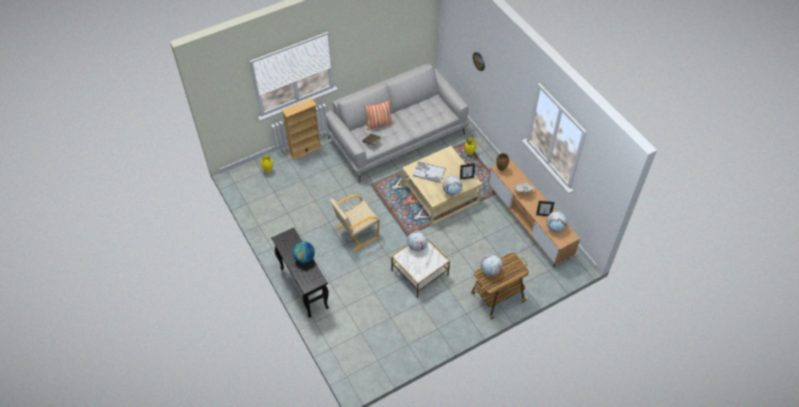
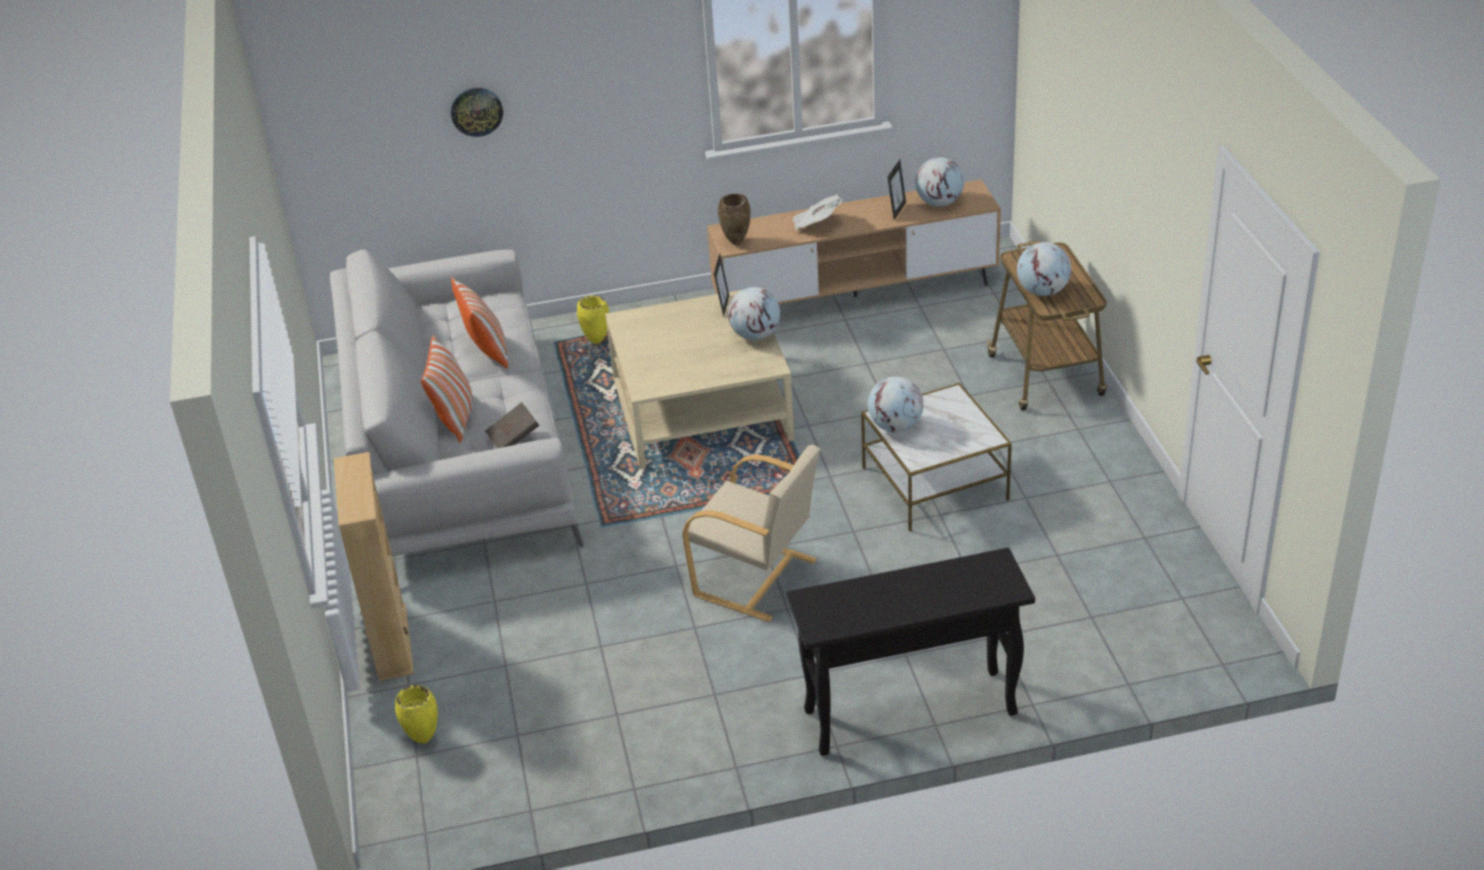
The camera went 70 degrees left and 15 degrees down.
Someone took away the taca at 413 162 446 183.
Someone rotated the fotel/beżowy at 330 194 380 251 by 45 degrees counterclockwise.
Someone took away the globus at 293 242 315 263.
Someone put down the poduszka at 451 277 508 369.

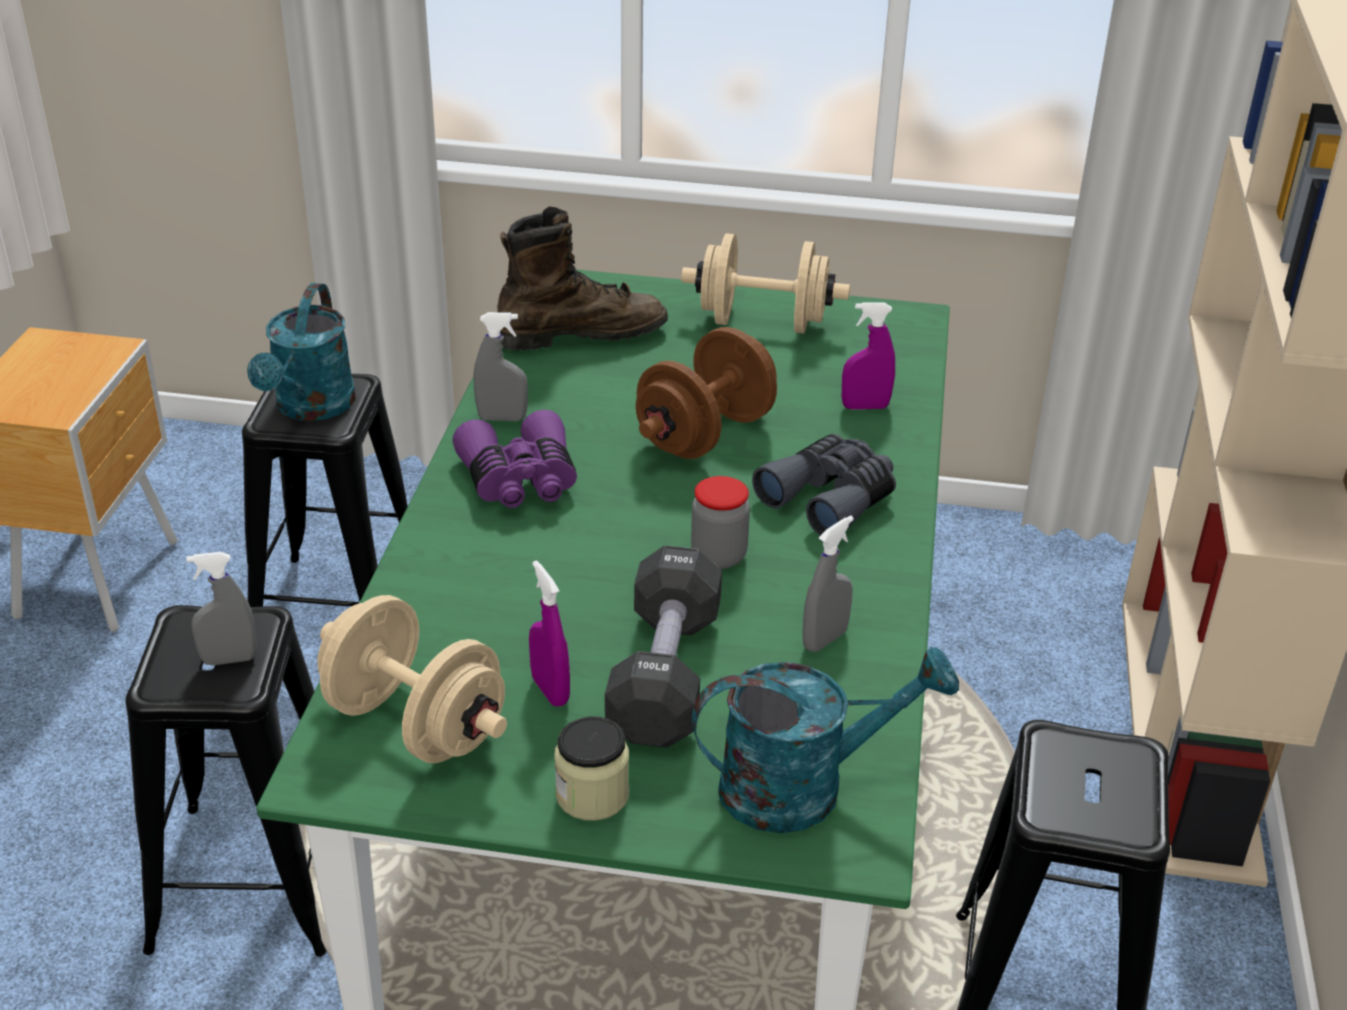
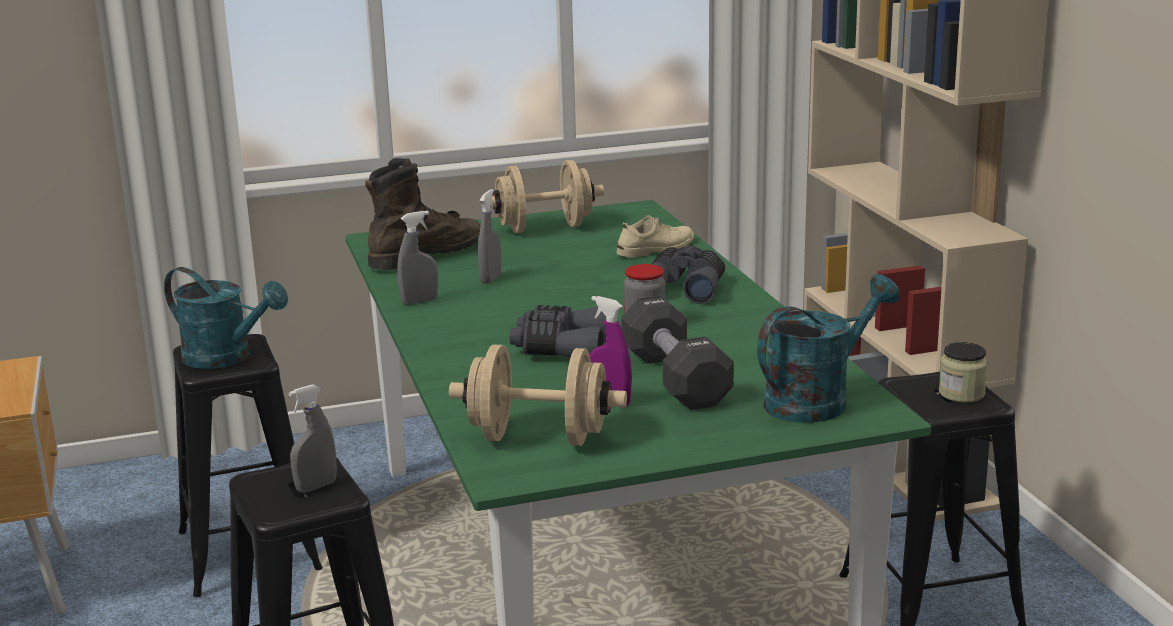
The camera went 25 degrees left and 15 degrees down.
Someone rotated the konewka/turkusowy at 247 283 356 421 by 45 degrees counterclockwise.
Someone swapped the spryskiwacz/fioletowy at 842 302 895 410 for the but/beżowy at 617 216 694 258.
Someone took away the hantel/brązowy at 636 327 777 459.
Someone took away the lornetka/fioletowy at 453 410 577 508.
Someone carried the spryskiwacz/szary from 802 515 854 652 to 478 189 501 284.
Someone carried the słoik from 554 717 629 821 to 939 342 988 402.
Someone put down the lornetka/szary at 510 305 606 358.

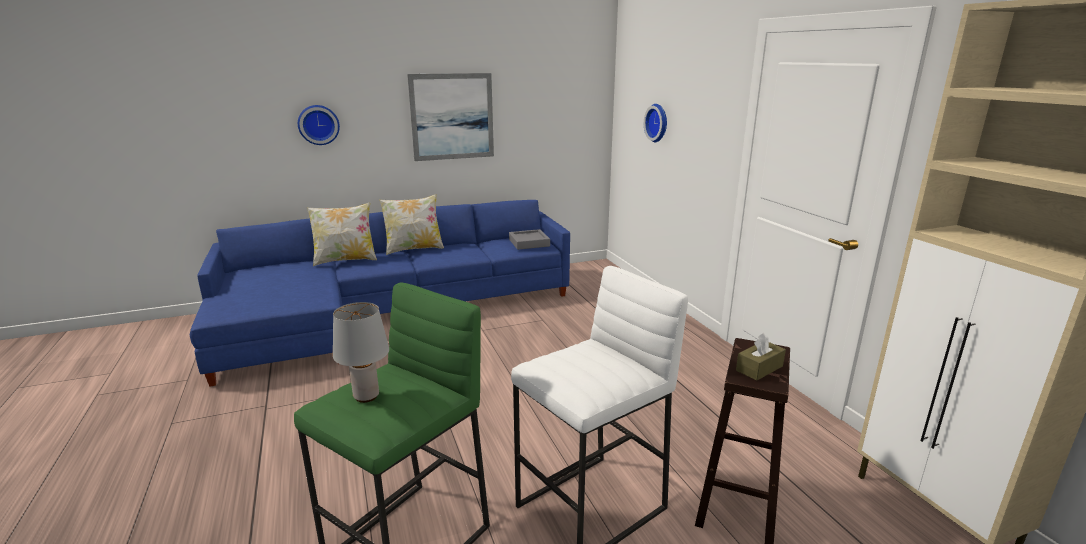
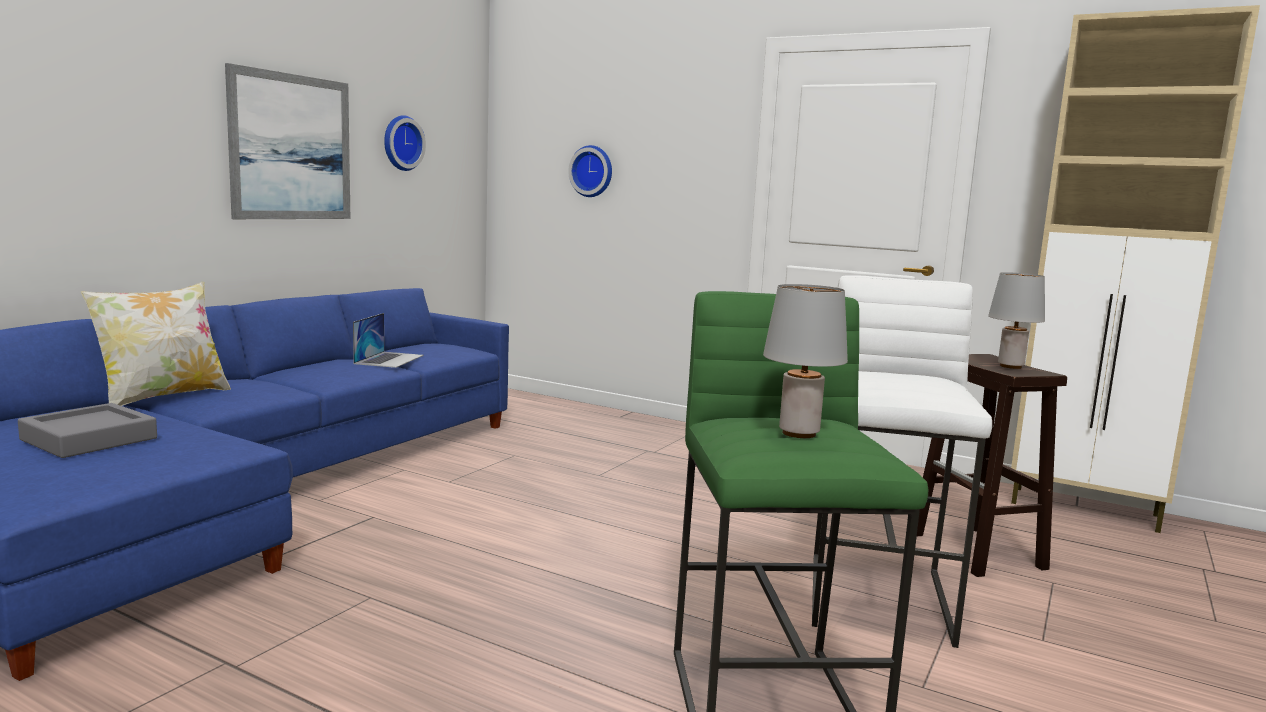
The camera went 40 degrees left and 10 degrees down.
Someone carried the zegar ścienny from 298 105 340 145 to 384 115 426 171.
Someone took away the poduszka at 379 194 444 255.
Someone carried the taca/szary from 509 229 550 250 to 18 403 157 458.
Someone swapped the pudełko chusteczek/brązowy at 736 333 786 381 for the lampa stołowa/szary at 988 272 1045 369.
Someone put down the laptop at 353 313 424 368.

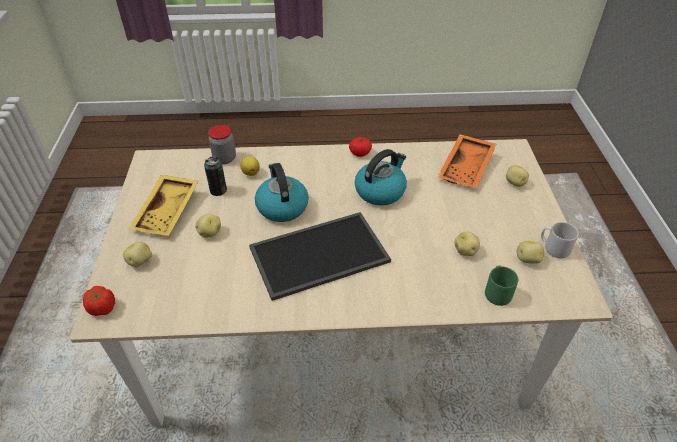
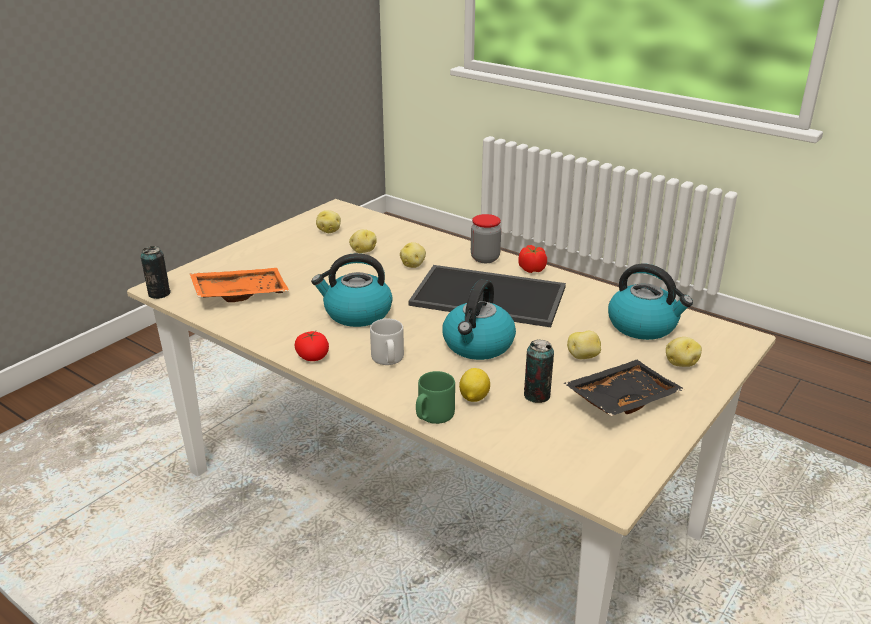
The camera went 140 degrees left and 15 degrees down.
Someone carried the słoik from 208 125 236 164 to 471 214 501 263.
Someone carried the ziemniak from 506 165 529 187 to 400 242 426 268.
Someone repainted the taca/żółty at 129 175 198 236, which became the taca/czarny at 564 360 685 416.
Someone carried the kubek/szary from 541 222 579 258 to 370 319 404 365.
Someone carried the kubek/zielony from 485 265 518 306 to 416 371 455 424.
Someone carried the pomidor from 83 286 115 316 to 518 245 547 273.
Someone put down the puszka at 141 246 171 299.
Someone put down the czajnik at 608 264 693 340.

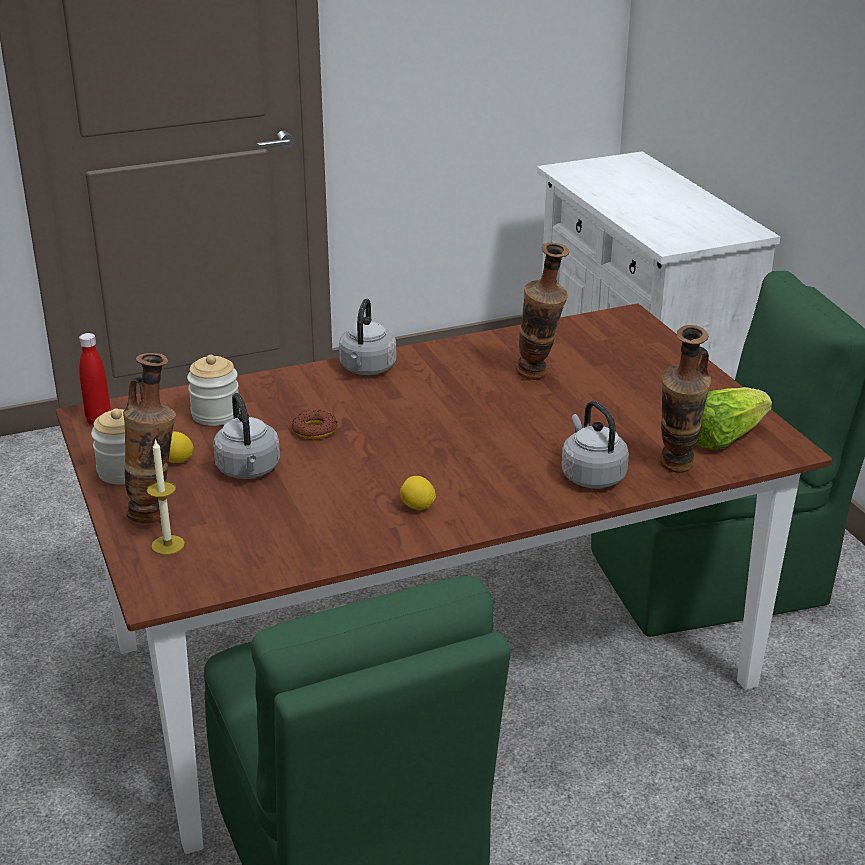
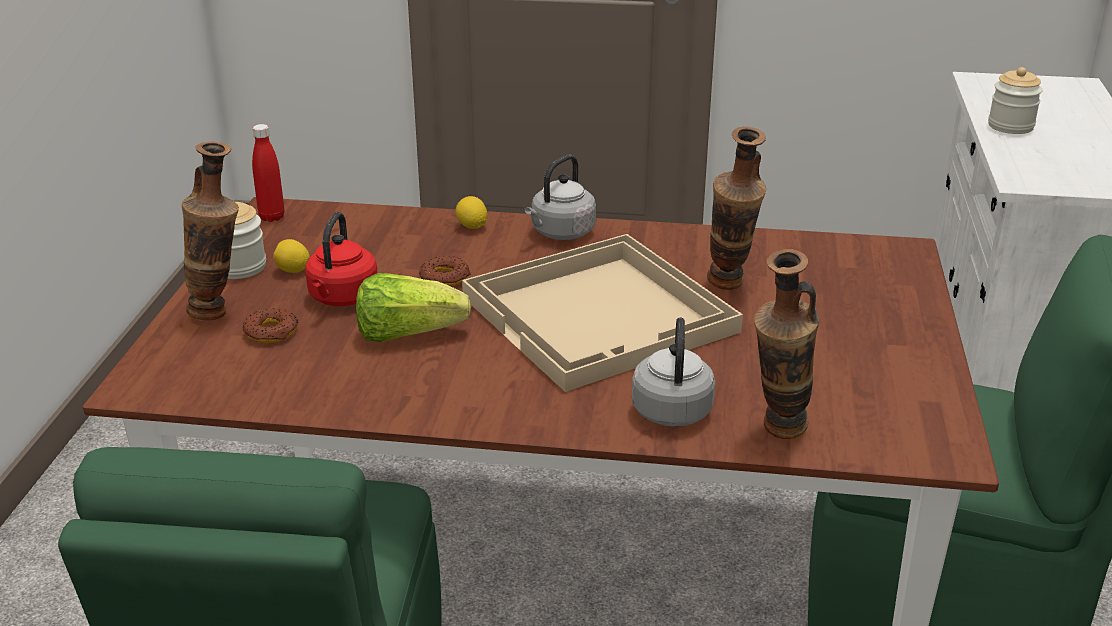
The camera went 30 degrees right and 0 degrees up.
Someone carried the słoik from 187 355 240 426 to 988 67 1043 134.
Someone carried the sałata from 697 387 772 450 to 356 273 471 342.
Someone repainted the czajnik/szary at 213 393 280 479, which became the czajnik/czerwony at 305 212 378 306.
Someone took away the świeca at 147 439 185 555.
Someone carried the cytryna from 400 476 436 510 to 456 196 488 229.
Someone put down the taca/beżowy at 462 234 743 392.
Someone put down the donut at 243 309 298 343.

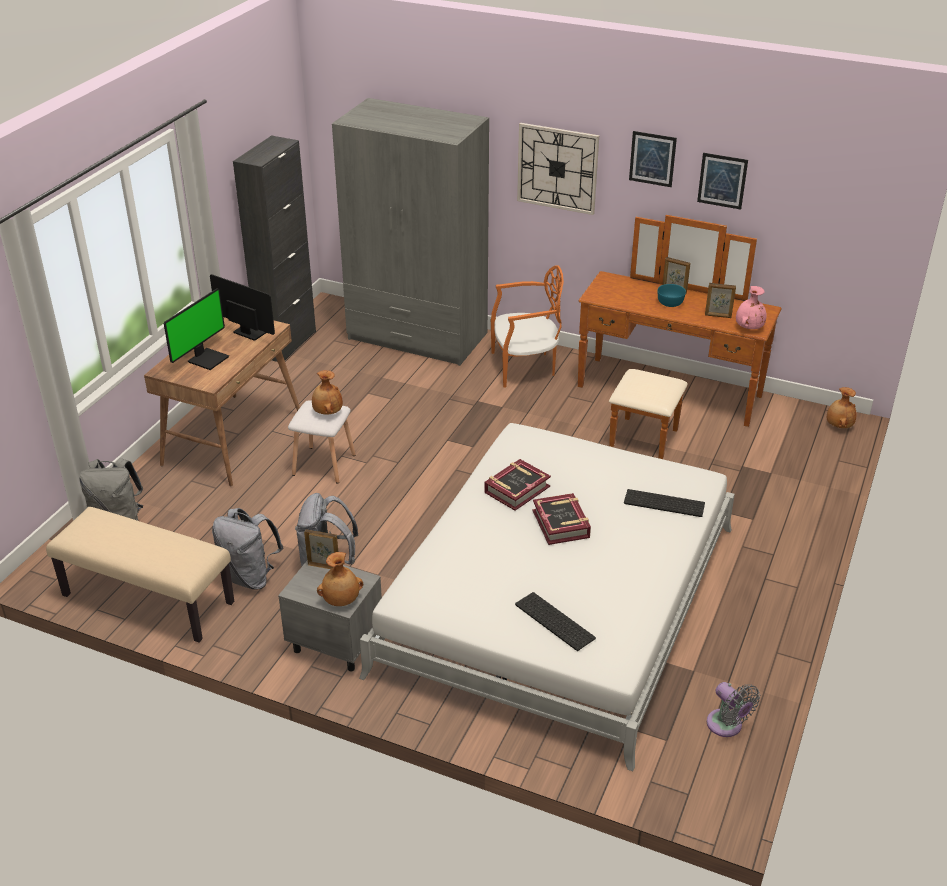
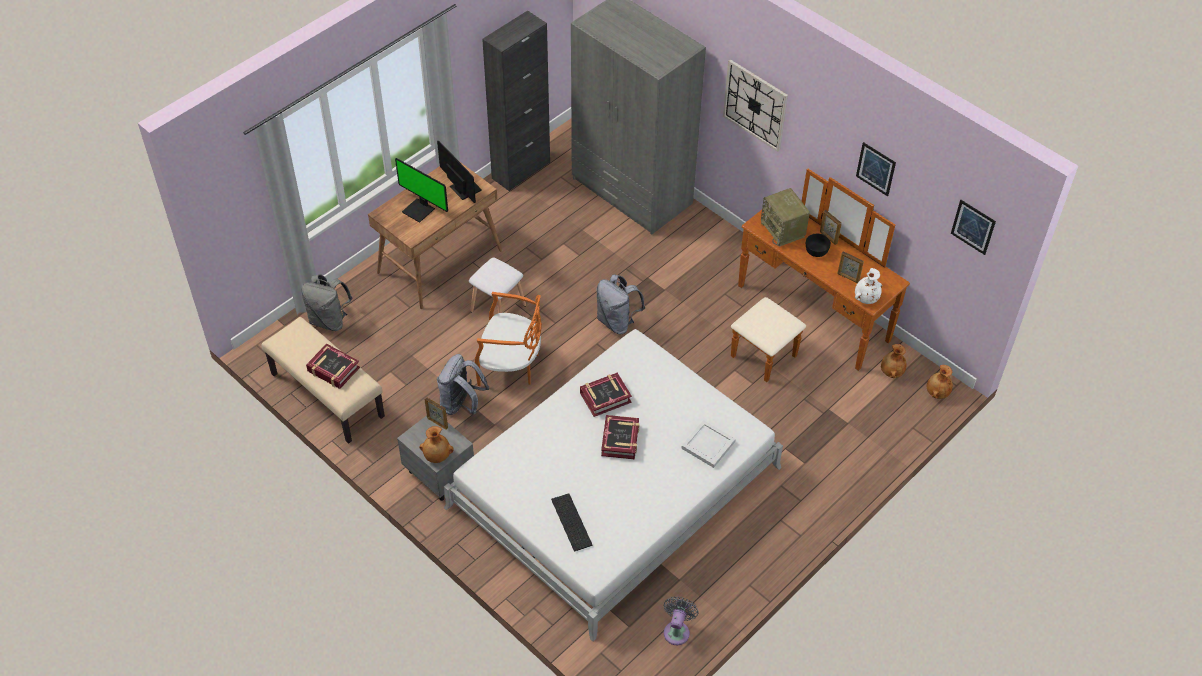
The camera went 20 degrees right and 15 degrees up.
Someone carried the obraz from 629 131 677 187 to 951 200 996 255.
Someone carried the krzesło/pomarańczowy from 491 265 564 388 to 475 292 542 386.
Someone repainted the miska/turkusowy at 657 284 686 307, which became the miska/czarny at 806 234 831 257.
Someone repainted the wazon/różowy at 736 286 767 329, which became the wazon/biały at 855 268 882 304.
Someone rotated the monitor at 164 288 229 370 by 75 degrees clockwise.
Someone carried the wazon/brązowy from 312 370 343 415 to 881 344 906 378.
Someone swapped the klawiatura at 624 489 705 517 for the taca/biały at 681 420 736 468.
Someone carried the plecak/szary from 212 508 283 590 to 596 274 645 334.
Someone rotated the wentylator/szary at 707 682 760 737 by 150 degrees counterclockwise.
Someone put down the radio at 761 188 810 247.
Someone put down the książka at 306 344 360 389.

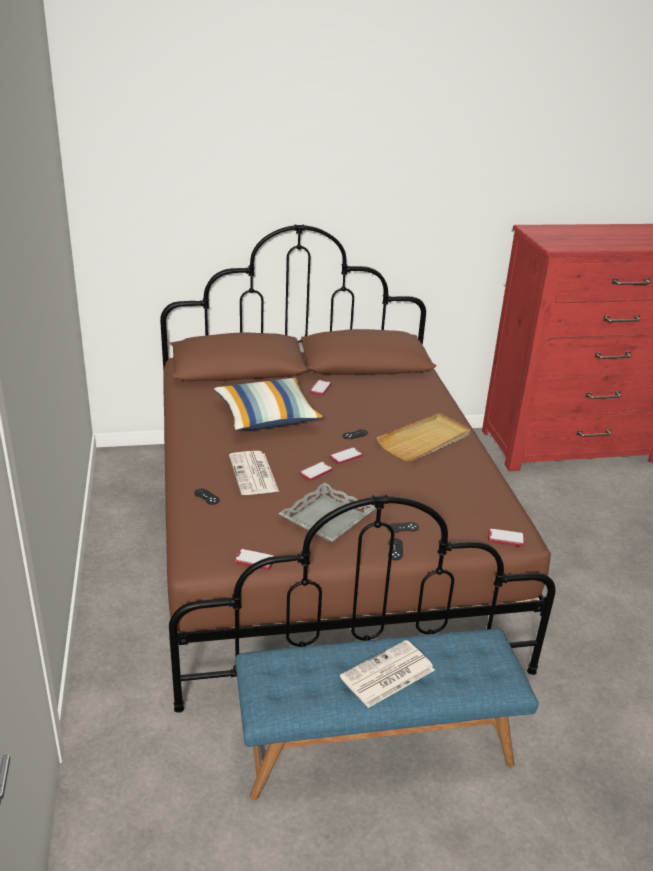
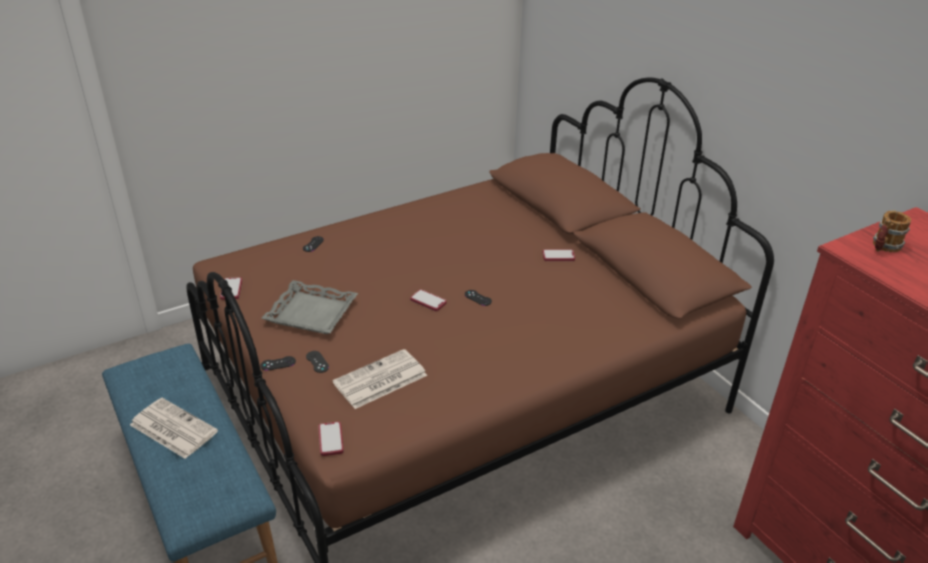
The camera went 70 degrees right and 5 degrees up.
Someone took away the poduszka at 214 378 324 431.
Someone took away the taca/beżowy at 377 413 470 461.
Someone carried the gazeta from 229 451 279 495 to 333 349 427 409.
Someone took away the telefon at 300 462 333 481.
Someone put down the kubek at 873 211 911 252.

